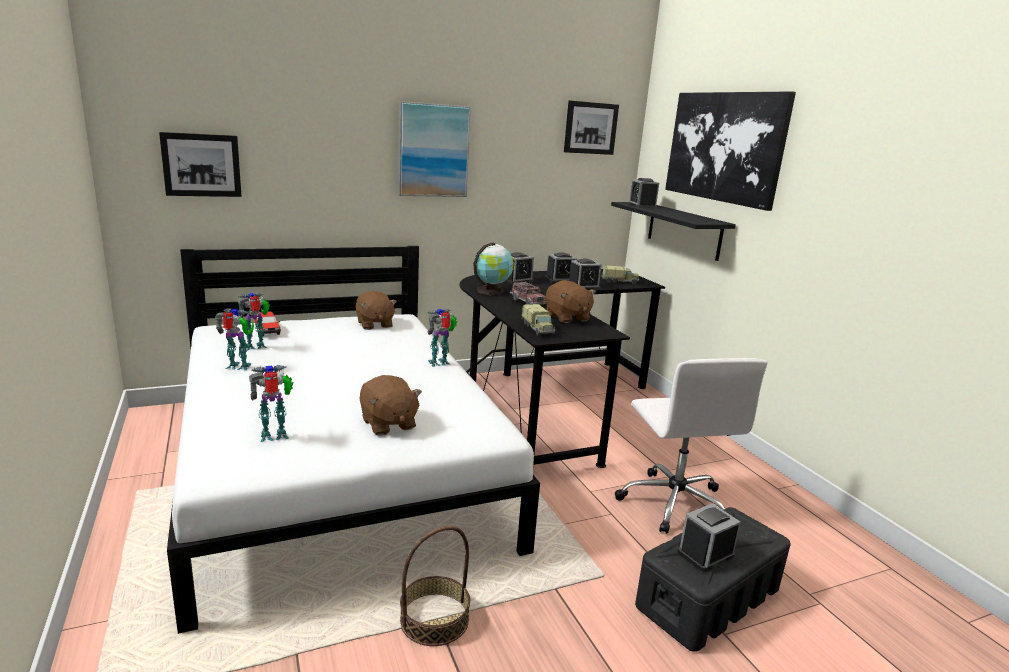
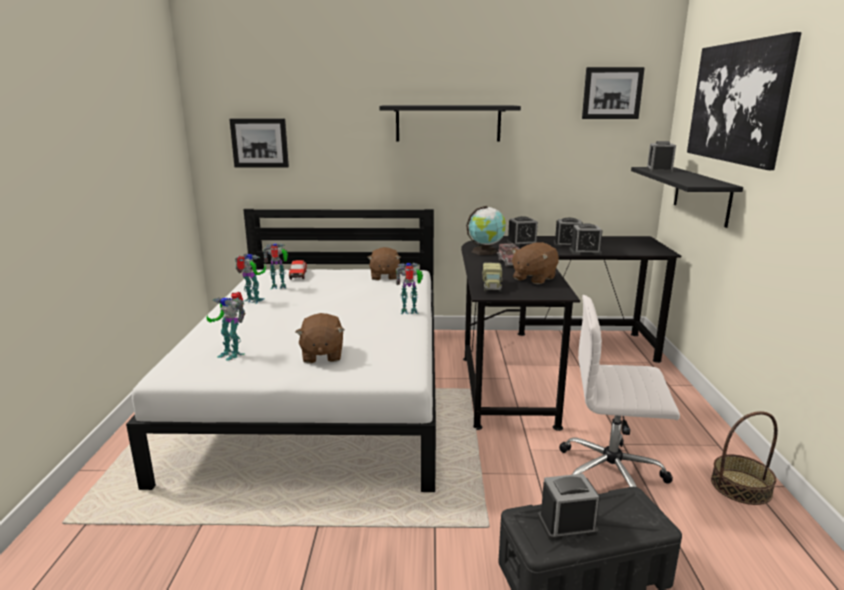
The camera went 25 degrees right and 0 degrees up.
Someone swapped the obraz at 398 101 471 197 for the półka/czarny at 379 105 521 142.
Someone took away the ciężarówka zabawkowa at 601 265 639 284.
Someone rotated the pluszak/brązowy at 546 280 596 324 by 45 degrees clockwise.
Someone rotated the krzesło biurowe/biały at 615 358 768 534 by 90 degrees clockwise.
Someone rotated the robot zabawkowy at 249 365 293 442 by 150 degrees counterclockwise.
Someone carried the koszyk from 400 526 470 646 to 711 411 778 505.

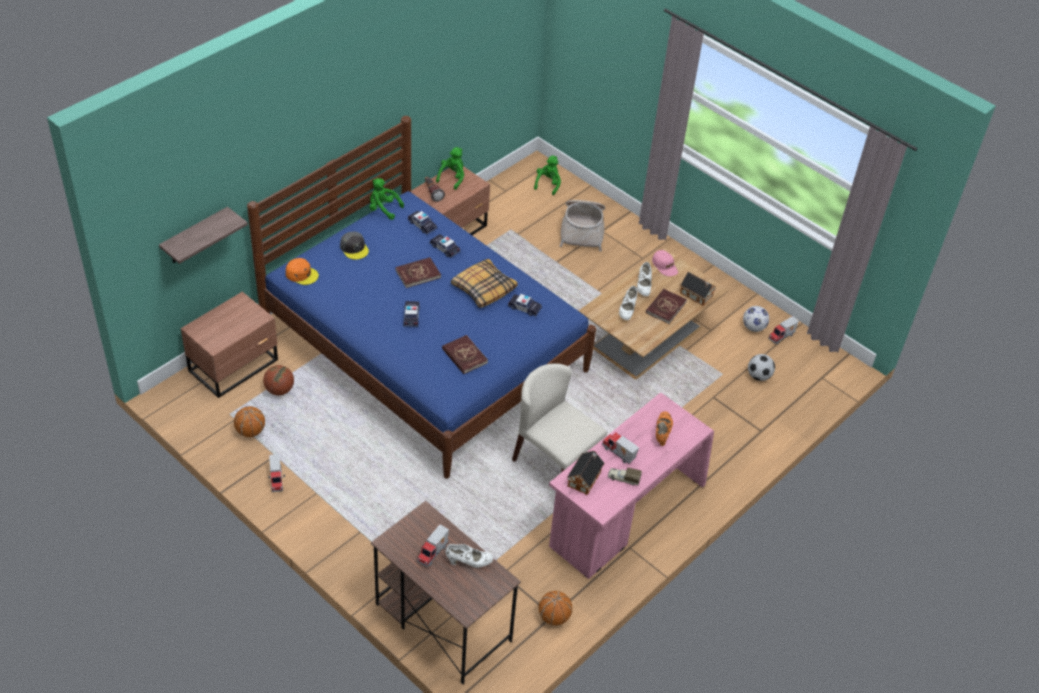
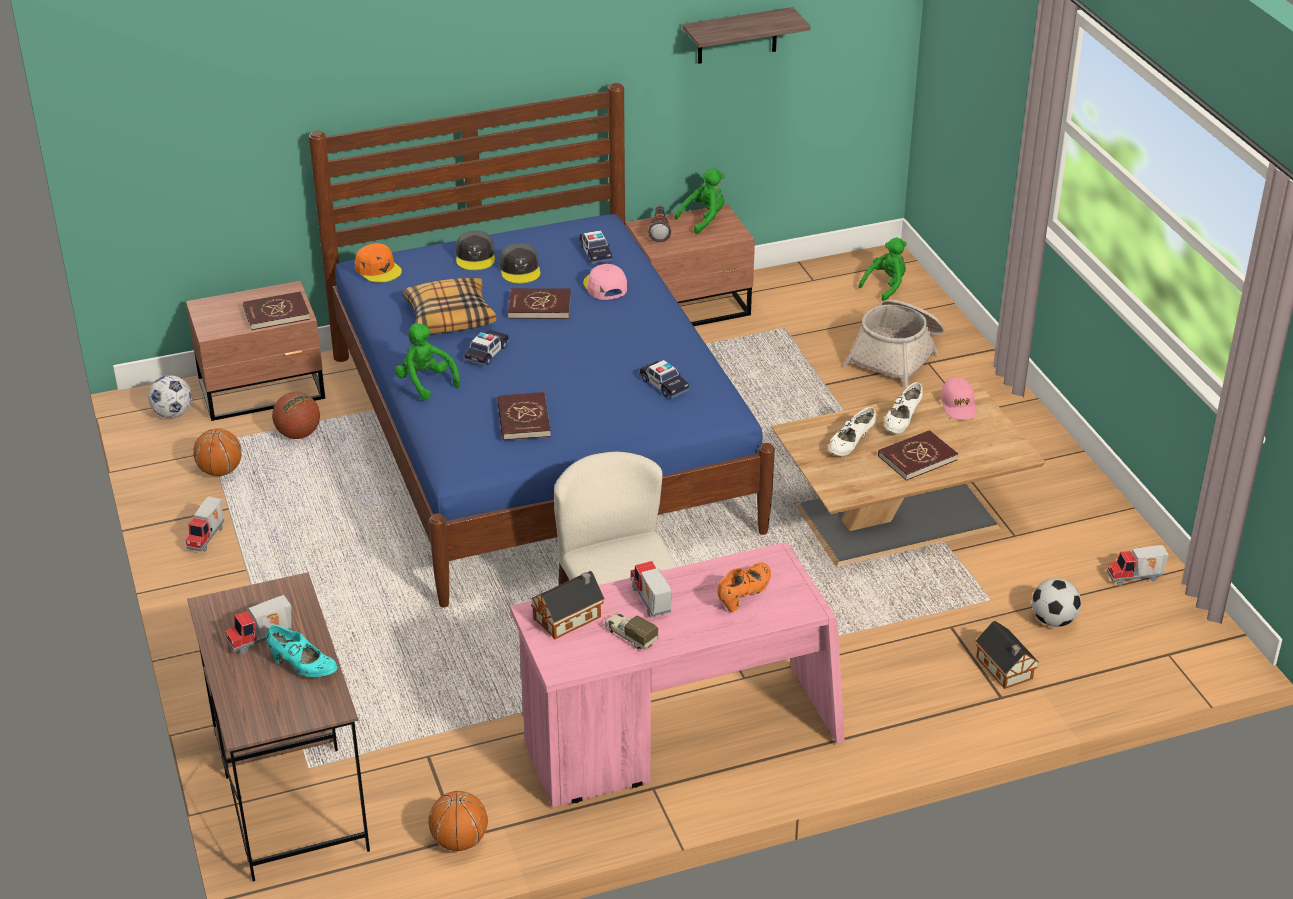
The camera went 30 degrees right and 10 degrees down.
Someone carried the pluszak/zielony from 370 178 404 220 to 395 323 460 400.
Someone carried the półka from 159 207 248 264 to 683 7 811 64.
Someone swapped the samochodzik at 430 234 461 258 for the czapka z daszkiem/różowy at 583 264 627 300.
Someone carried the poduszka from 451 259 518 308 to 403 278 496 333.
Someone carried the domek from 680 272 717 306 to 975 621 1039 689.
Someone carried the piłka futbolowa from 743 306 769 332 to 148 375 192 418.
Someone repainted the but/biały at 445 544 493 568, which became the but/turkusowy at 266 625 338 677.
Someone put down the czapka z daszkiem/szary at 499 243 541 283.
Someone put down the książka/czerwony at 243 292 310 330.

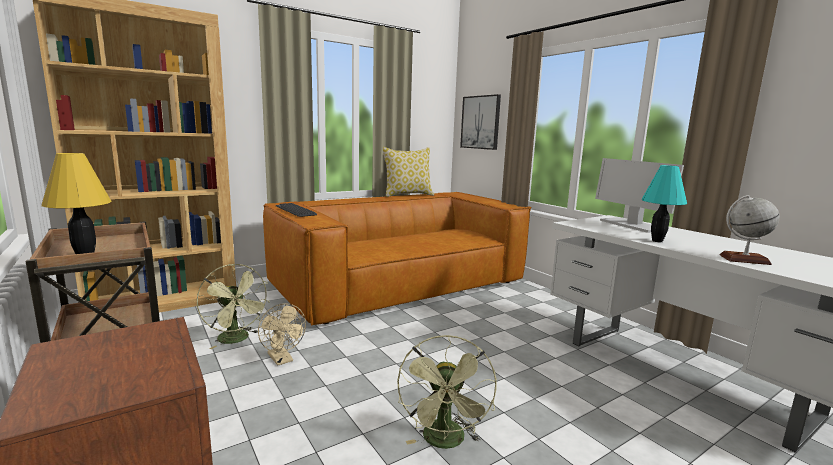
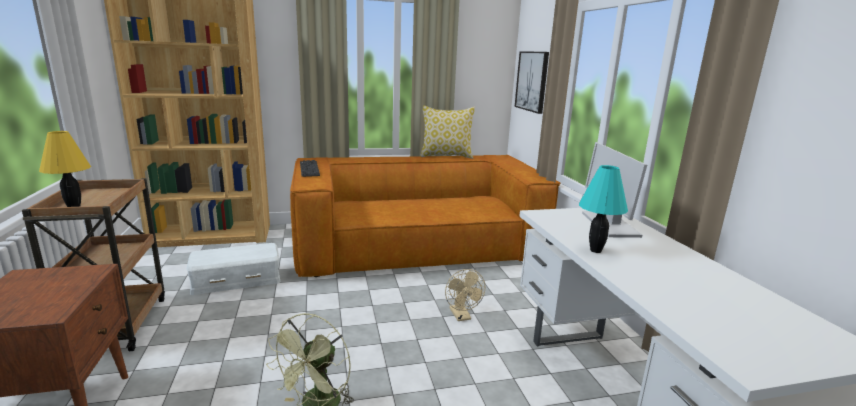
The camera went 20 degrees right and 5 degrees up.
Someone took away the globus at 719 195 780 265.
Someone swapped the wentylator/zielony at 197 264 270 349 for the pojemnik do przechowywania/biały at 186 243 281 295.
Someone carried the wentylator/beżowy from 258 303 306 366 to 445 269 485 321.

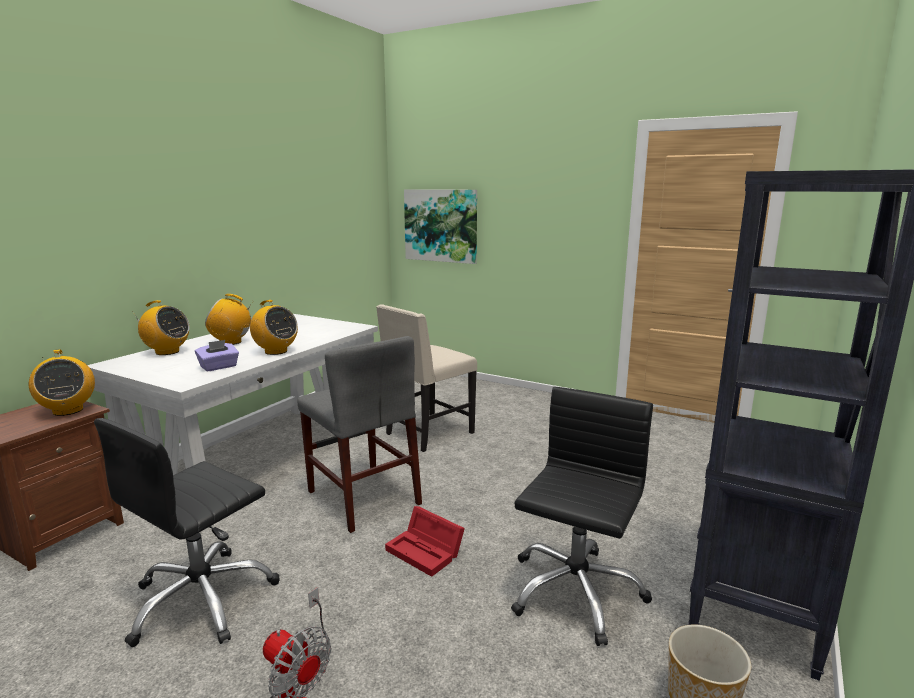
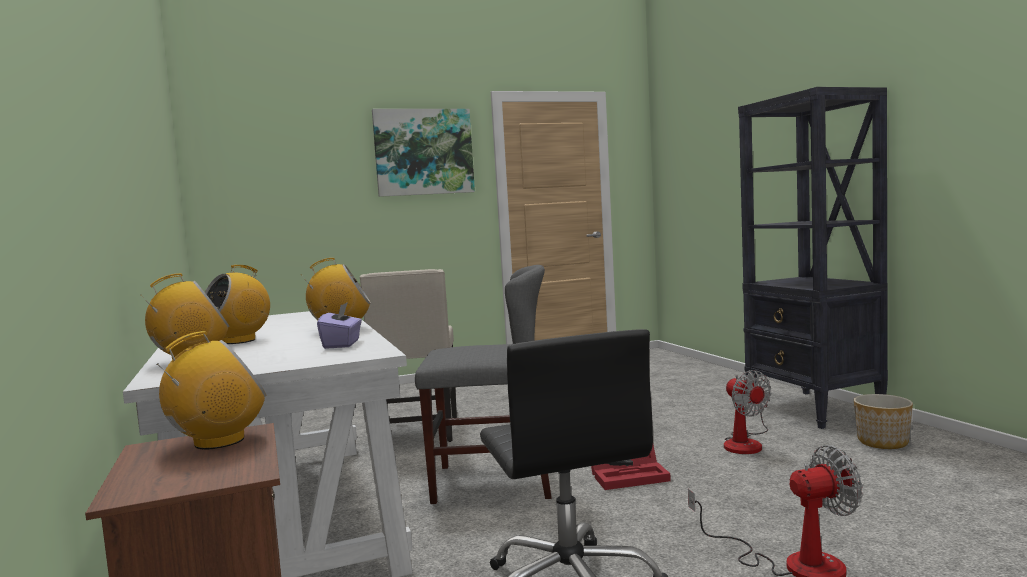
The camera went 50 degrees left and 10 degrees down.
Someone carried the obraz from 404 189 477 264 to 372 109 475 197.
Someone rotated the radio at 29 349 95 416 by 45 degrees counterclockwise.
Someone swapped the krzesło biurowe/czarny at 511 386 653 646 for the wentylator at 724 370 771 454.

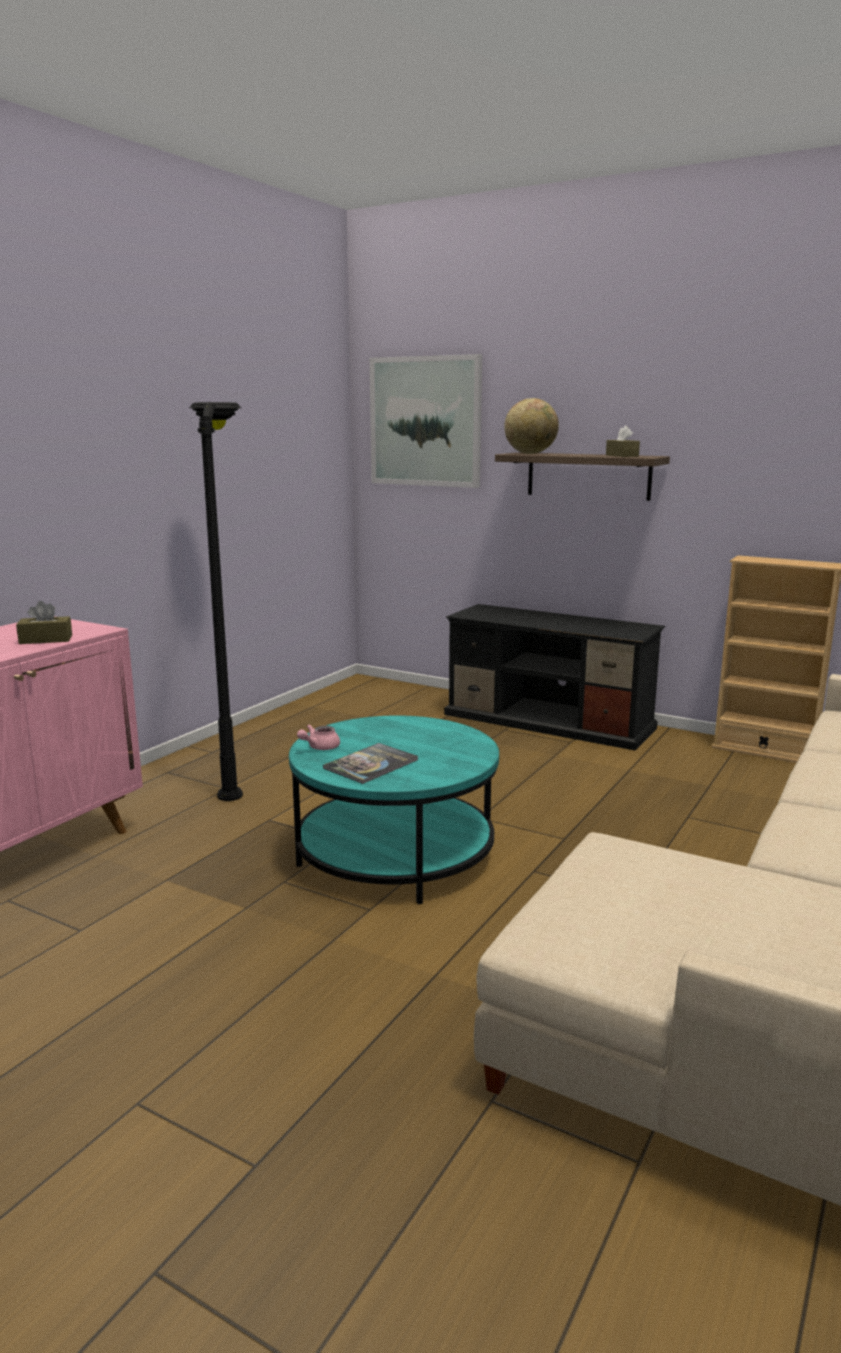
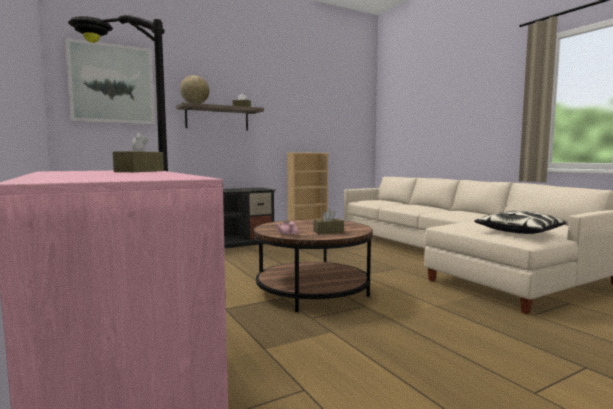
The camera went 60 degrees left and 10 degrees down.
Someone repainted the ława/turkusowy at 289 716 499 904, which became the ława/brązowy at 254 219 373 312.
Someone swapped the książka at 323 743 418 784 for the pudełko chusteczek/brązowy at 314 209 344 234.
Someone put down the poduszka at 474 211 567 234.

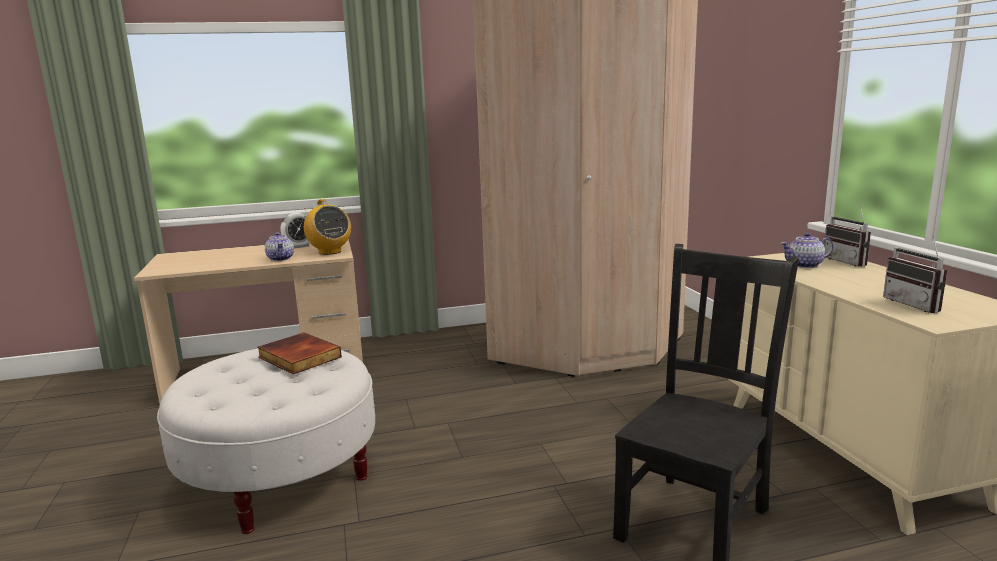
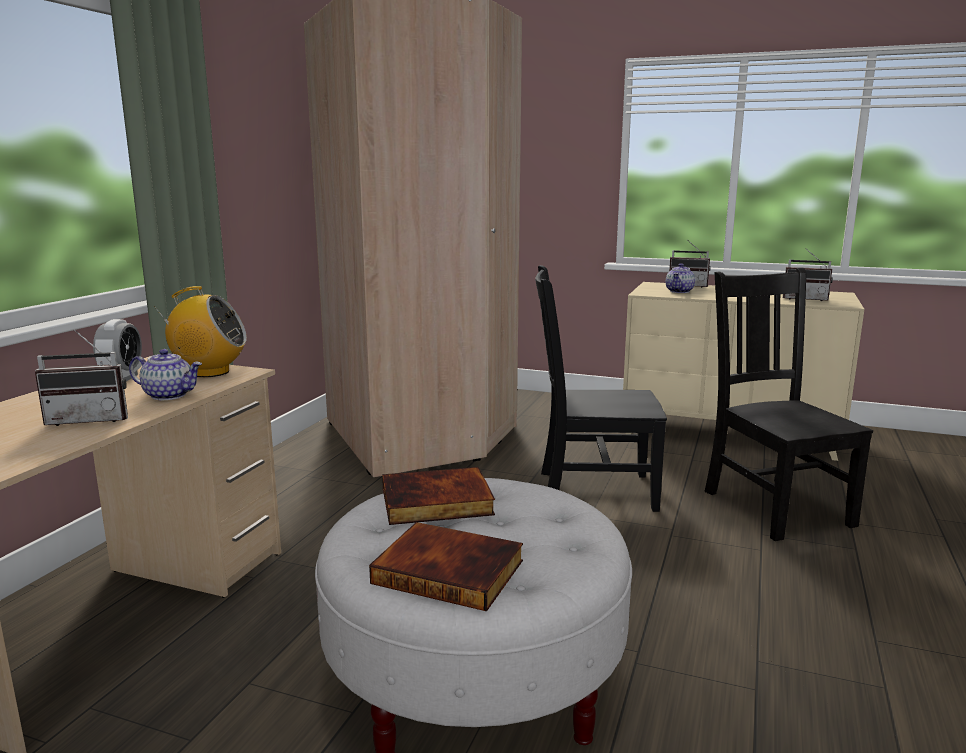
The camera went 55 degrees left and 0 degrees up.
Someone put down the krzesło/czarny at 535 265 667 512.
Someone put down the radio at 35 329 128 426.
Someone put down the książka at 369 522 523 611.

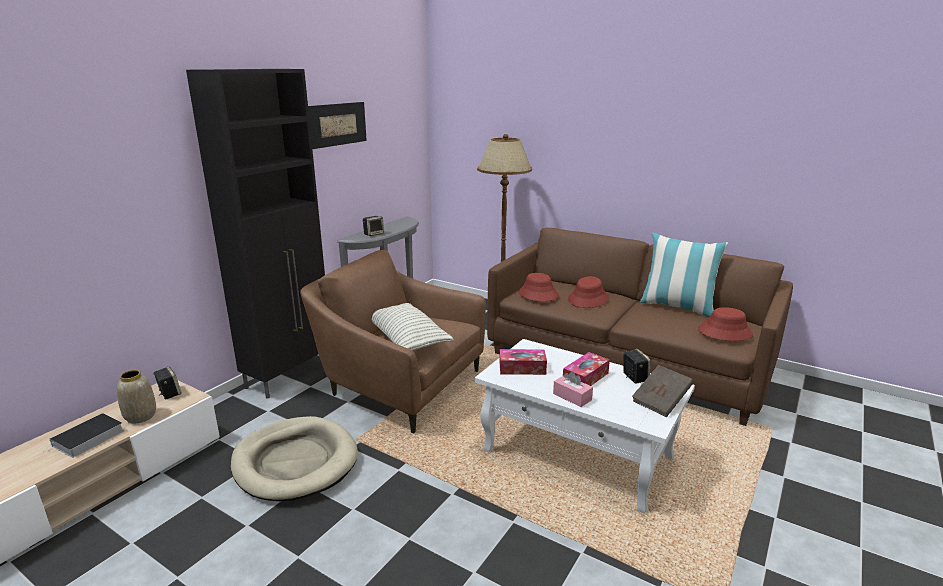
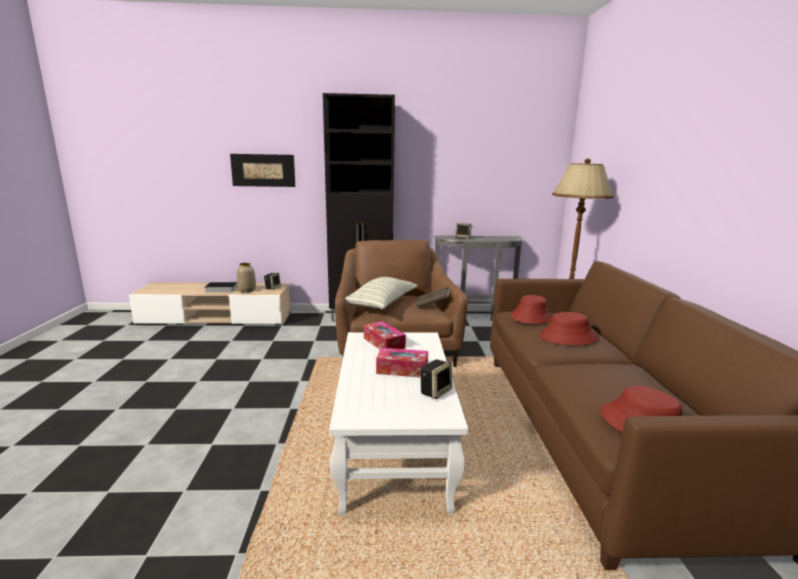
The camera went 55 degrees right and 5 degrees down.
Someone carried the obraz from 308 102 367 149 to 230 154 295 187.
Someone took away the poduszka at 640 233 729 317.
Someone carried the książka/brązowy from 632 365 694 417 to 416 286 450 308.
Someone took away the pudełko chusteczek/różowy at 553 371 593 407.
Someone took away the legowisko/beżowy at 231 416 358 501.

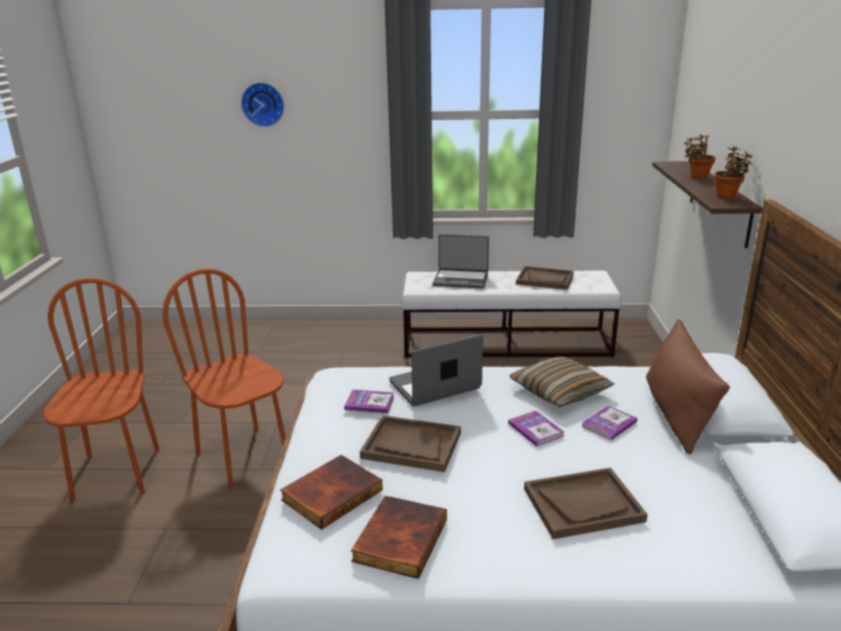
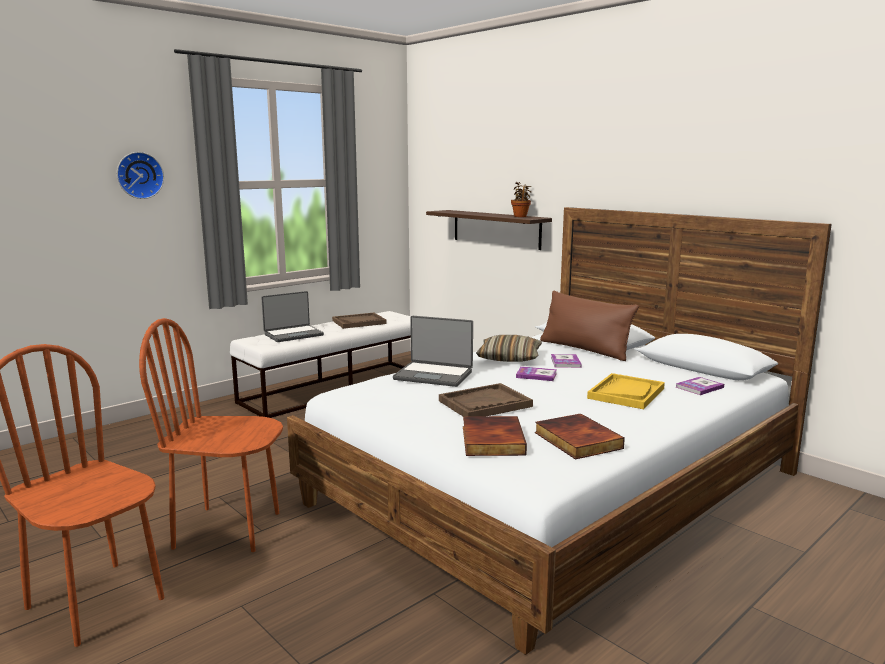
The camera went 45 degrees left and 10 degrees down.
Someone carried the zegar ścienny from 241 82 284 127 to 117 152 164 199.
Someone took away the roślina doniczkowa at 684 134 716 179.
Someone rotated the laptop at 389 334 483 406 by 90 degrees counterclockwise.
Someone carried the książka from 344 389 394 413 to 676 377 724 395.
Someone repainted the taca/brązowy at 524 468 648 539, which became the taca/żółty at 587 373 665 409.

